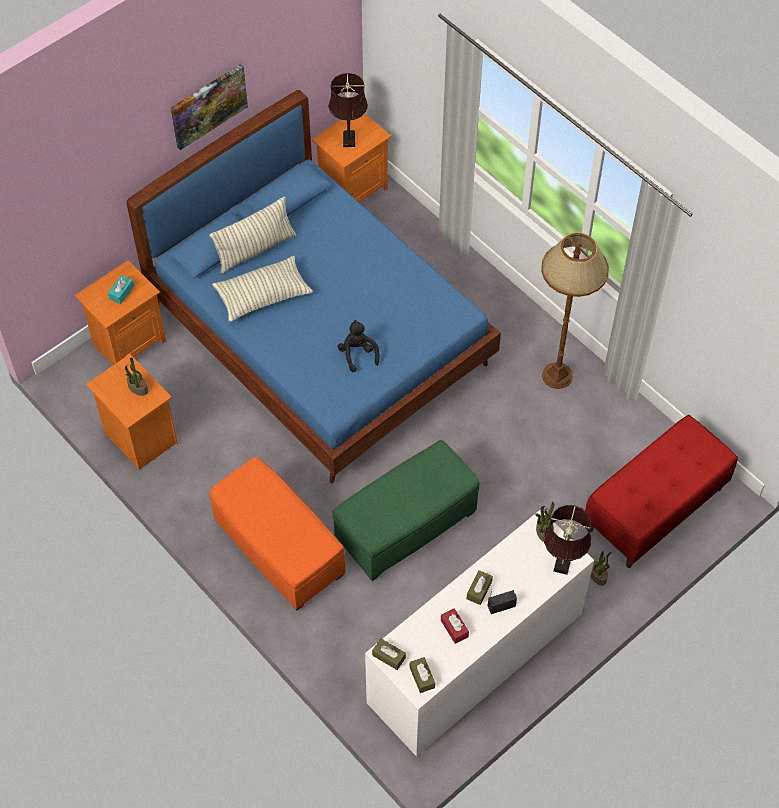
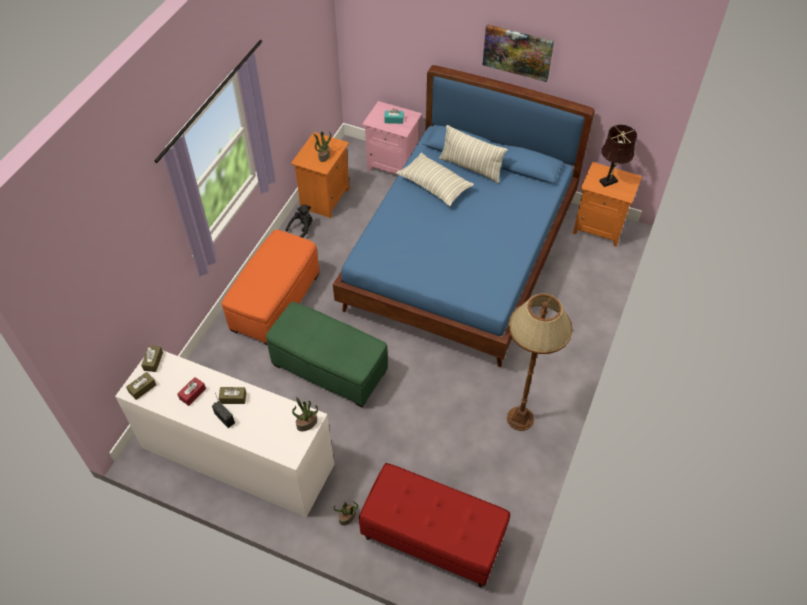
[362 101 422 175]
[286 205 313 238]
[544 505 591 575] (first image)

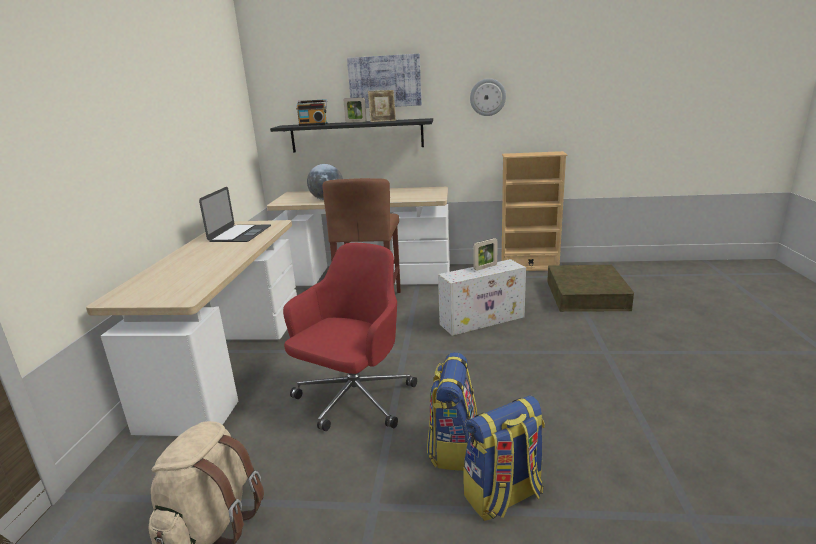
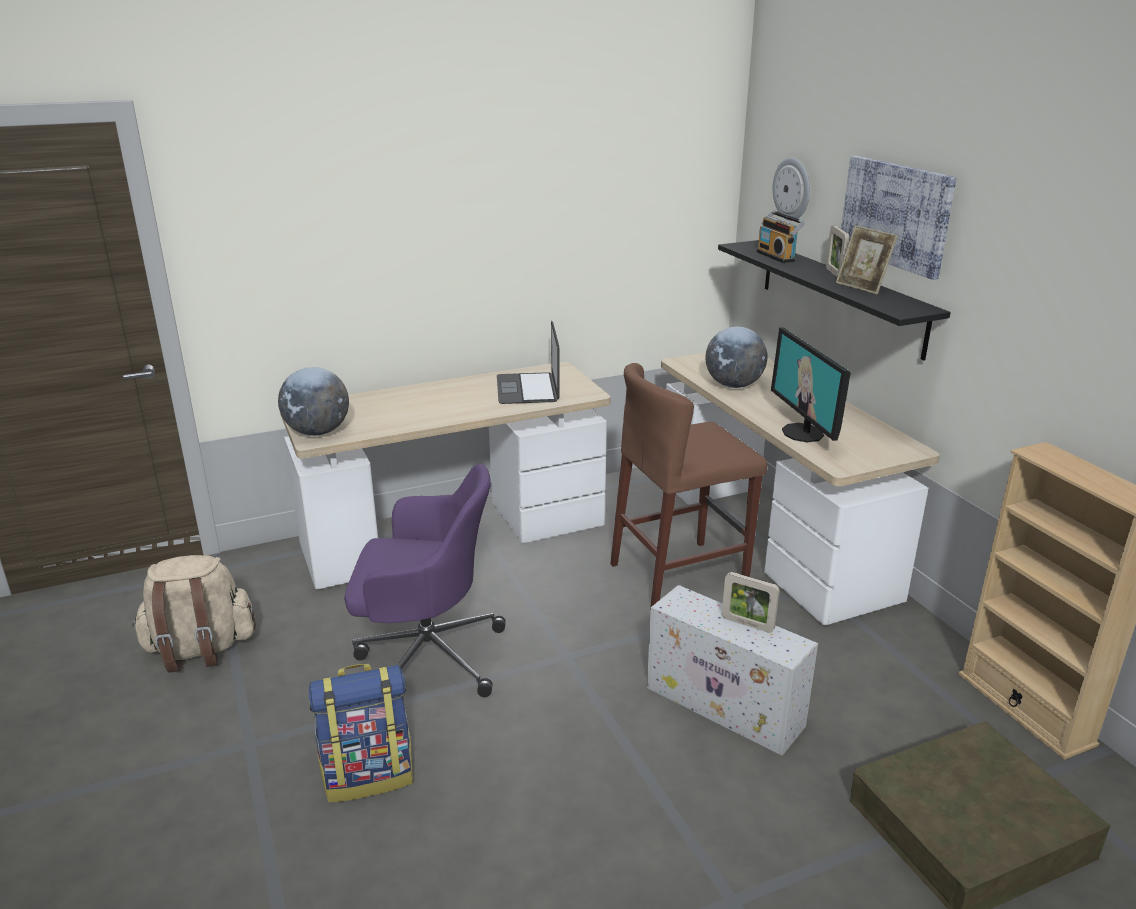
[497 321 560 404]
[344 464 506 697]
[463 396 545 521] (first image)
[773 158 810 221]
[278 367 349 436]
[771 327 851 442]

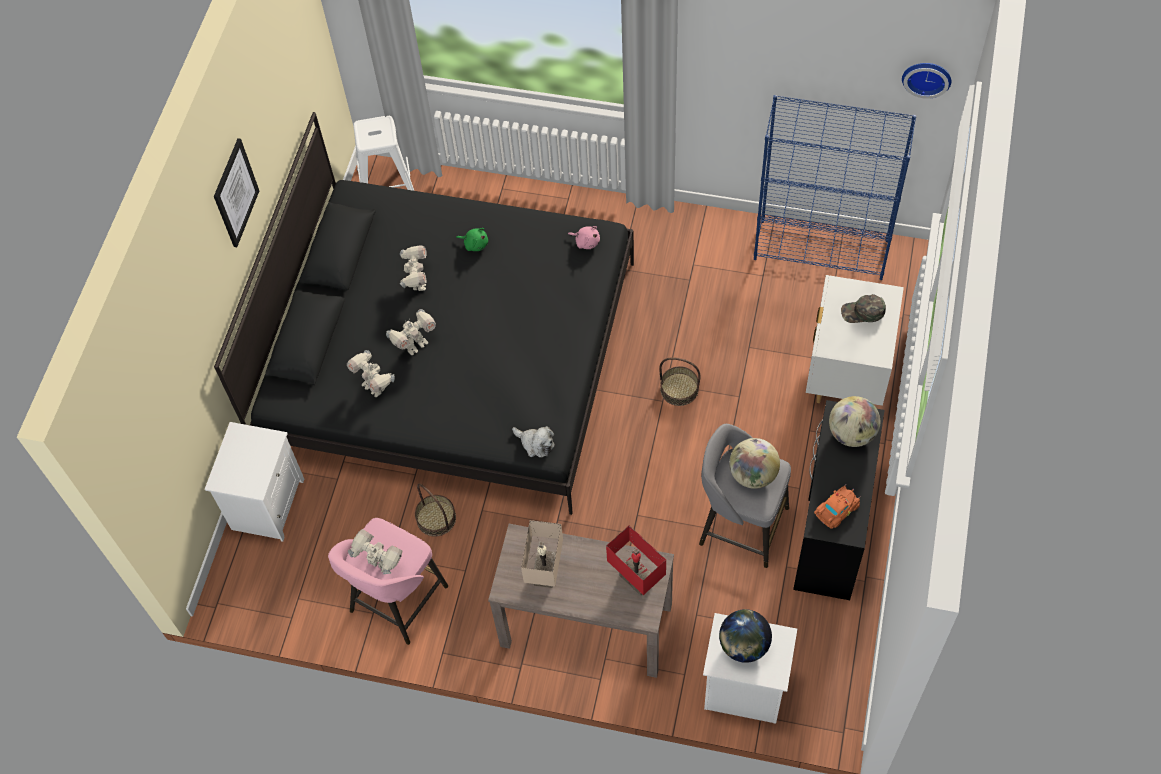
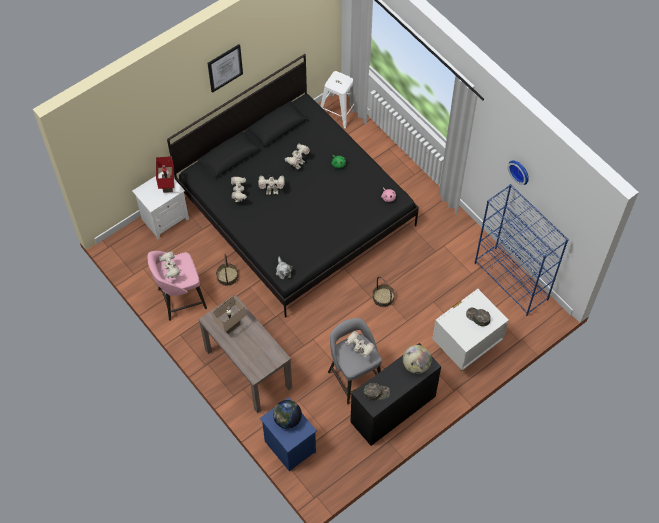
[156 156 174 193]
[260 397 317 471]
[345 331 375 357]
[363 383 390 400]
[508 160 529 185]

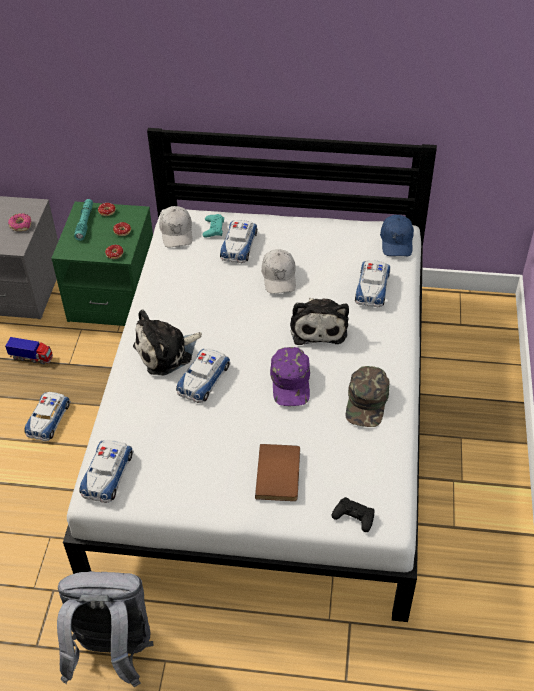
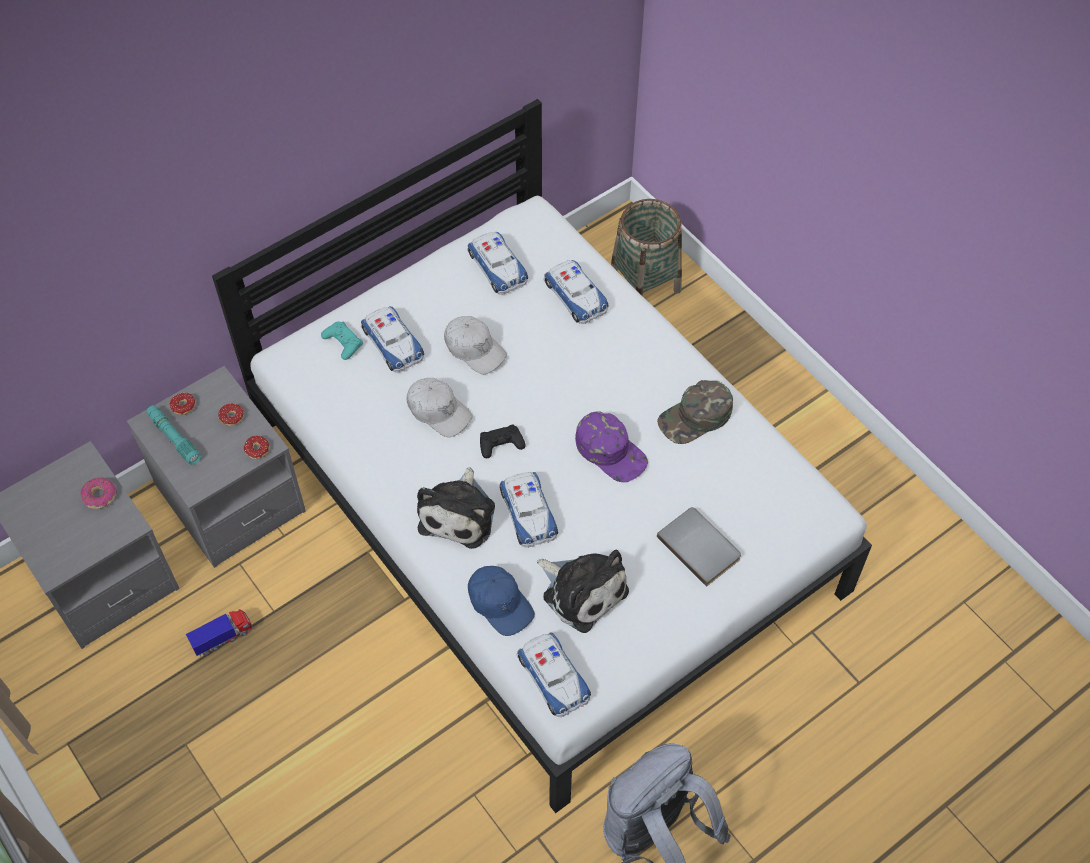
[467 232 528 294]
[127 366 306 568]
[407 378 473 437]
[657 507 741 587]
[537 549 629 633]
[480 424 526 458]
[657 380 733 444]
[468 566 535 636]
[611 199 682 296]

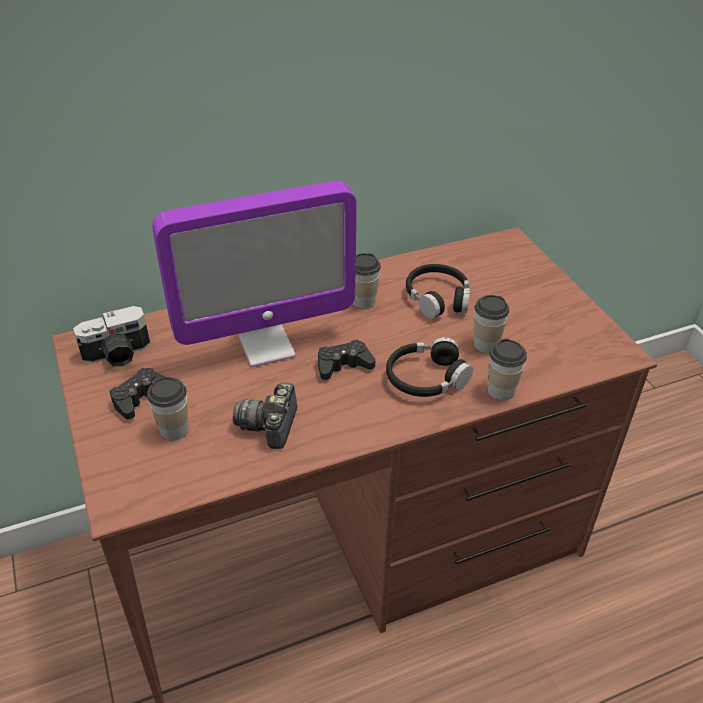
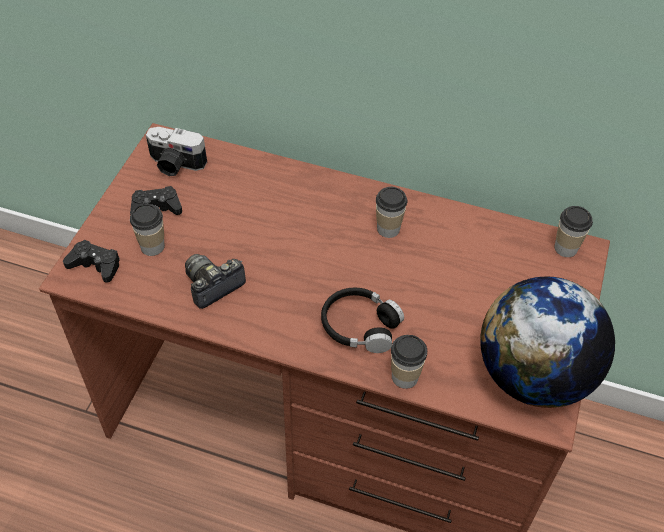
[152 180 357 367] (first image)
[63 240 120 282]
[406 264 470 319] (first image)
[554 206 593 257]
[480 276 615 408]

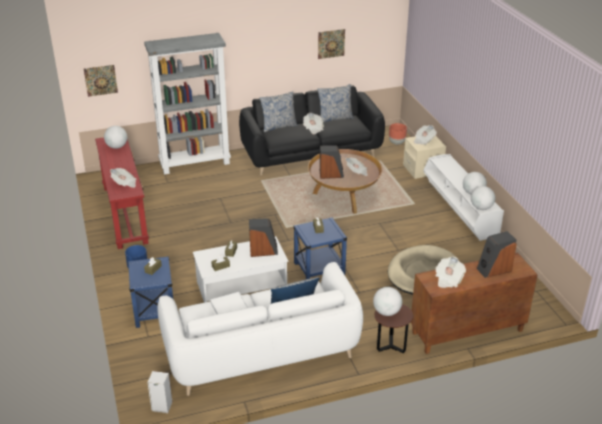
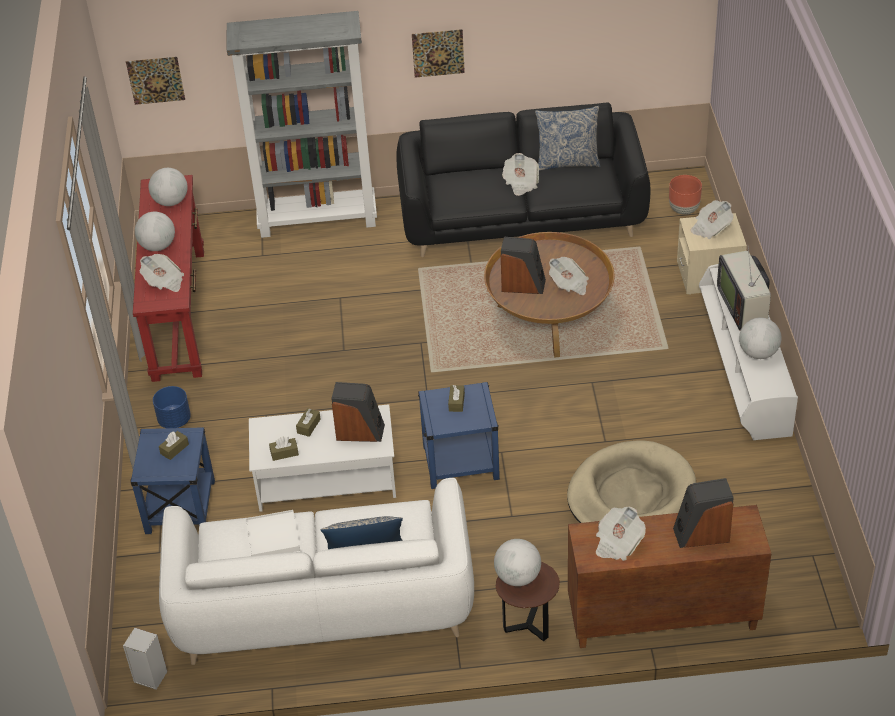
[259 91 298 132] (first image)
[412 29 465 78]
[135 212 175 251]
[717 248 771 330]

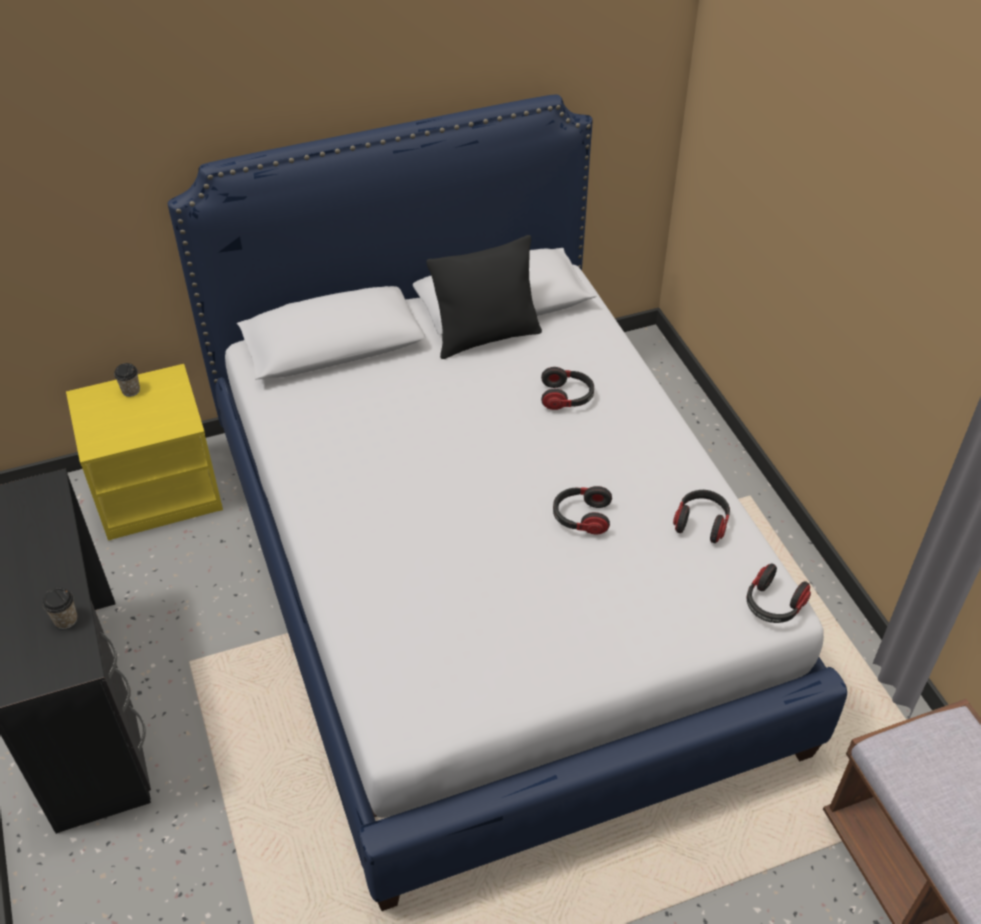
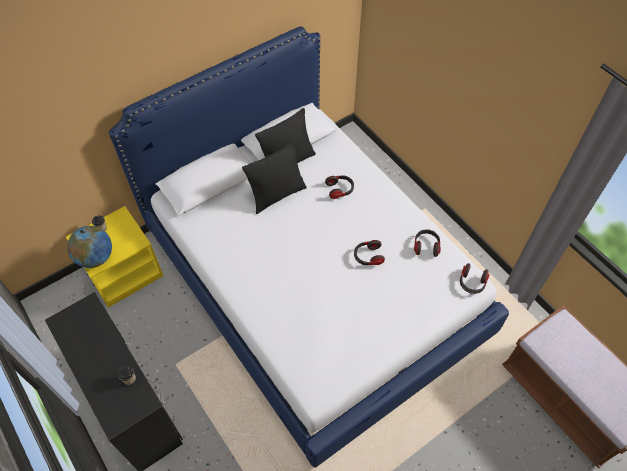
[67 226 112 268]
[242 141 307 214]

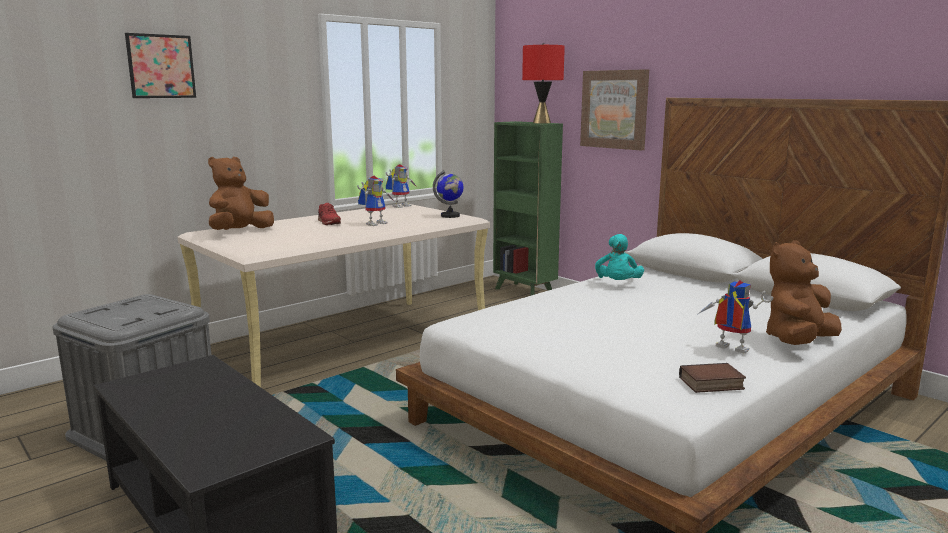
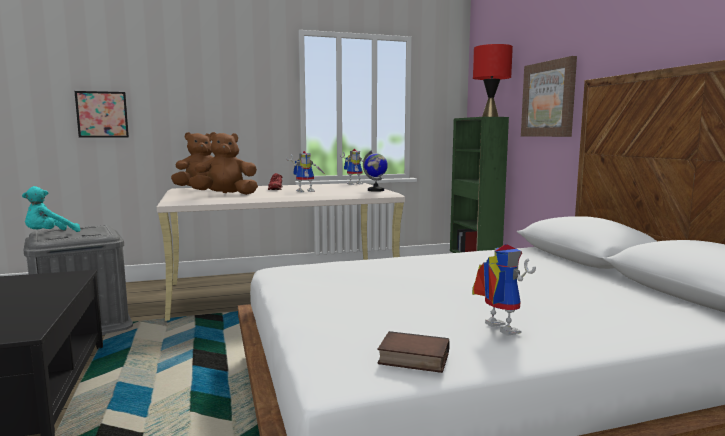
[75 91 129 137]
[22 186 81 232]
[189 132 258 195]

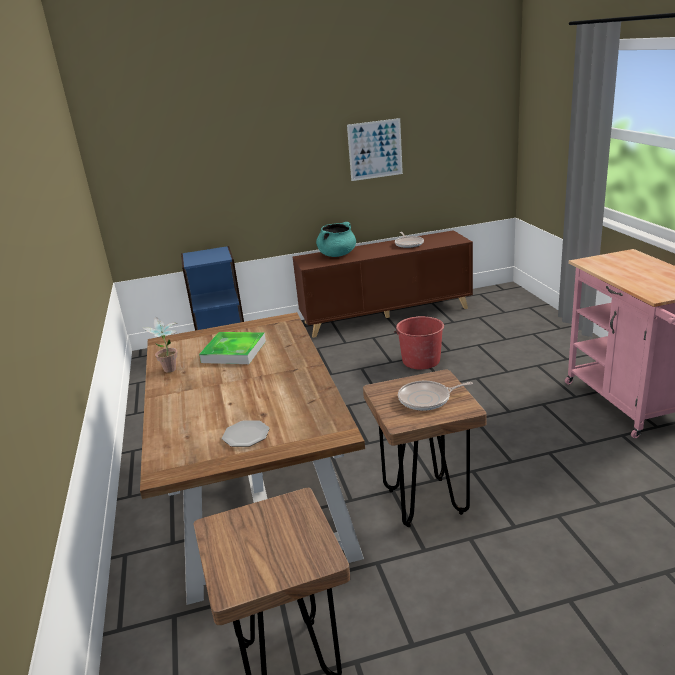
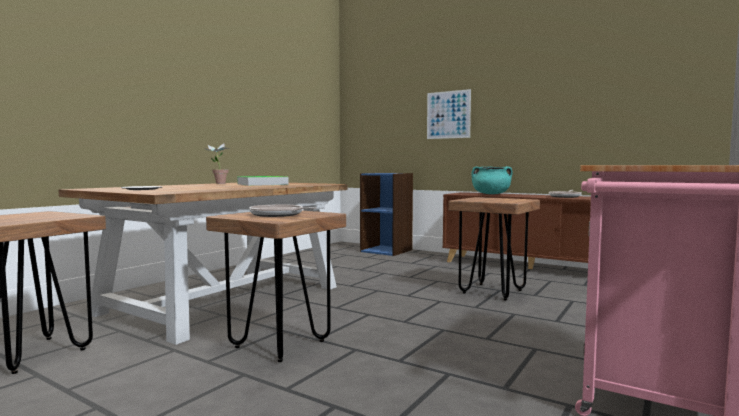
[427 89 471 139]
[448 197 540 301]

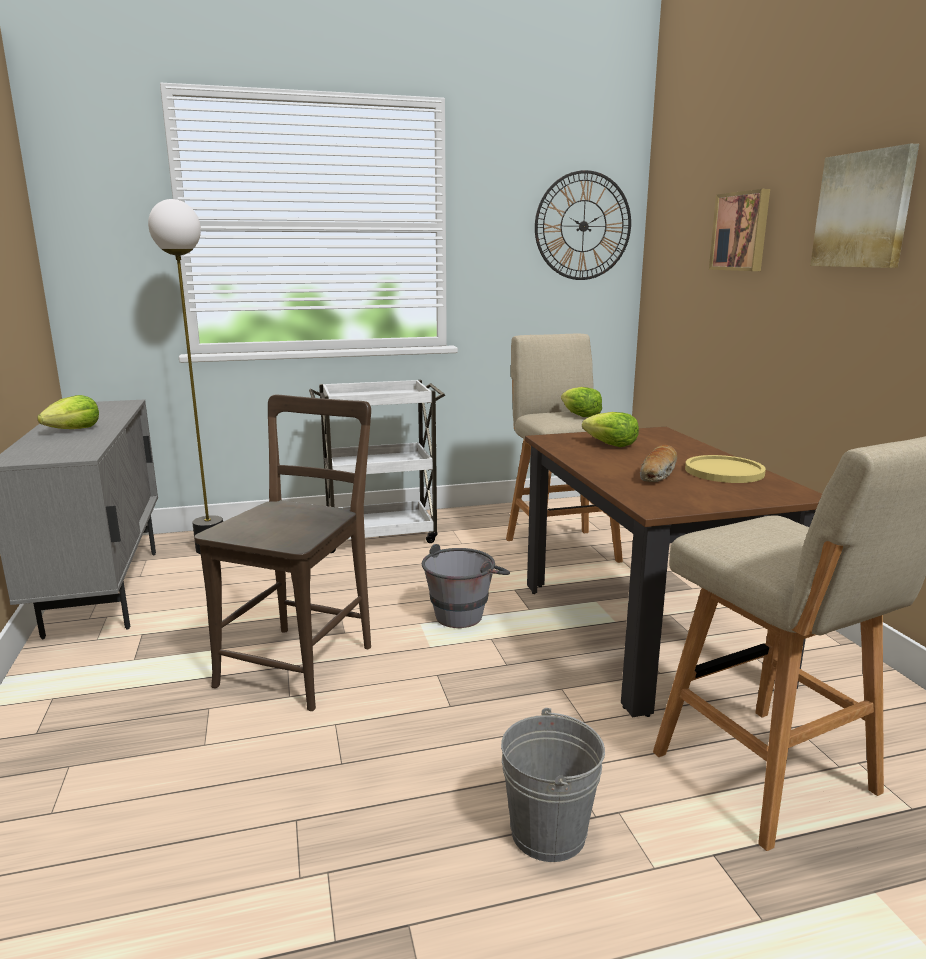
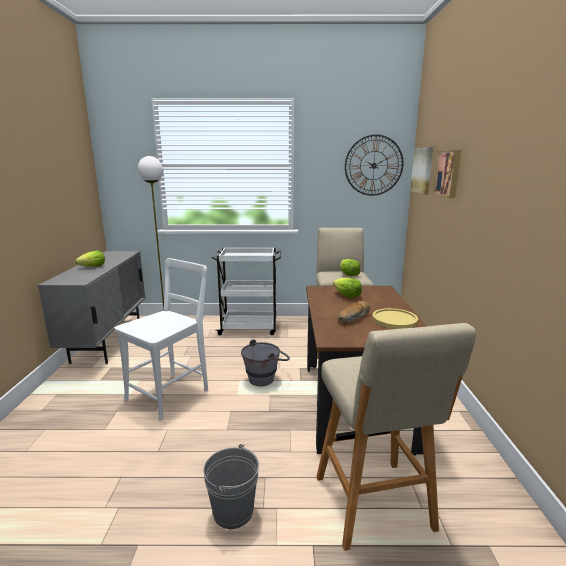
[115 258 208 421]
[410 147 433 194]

